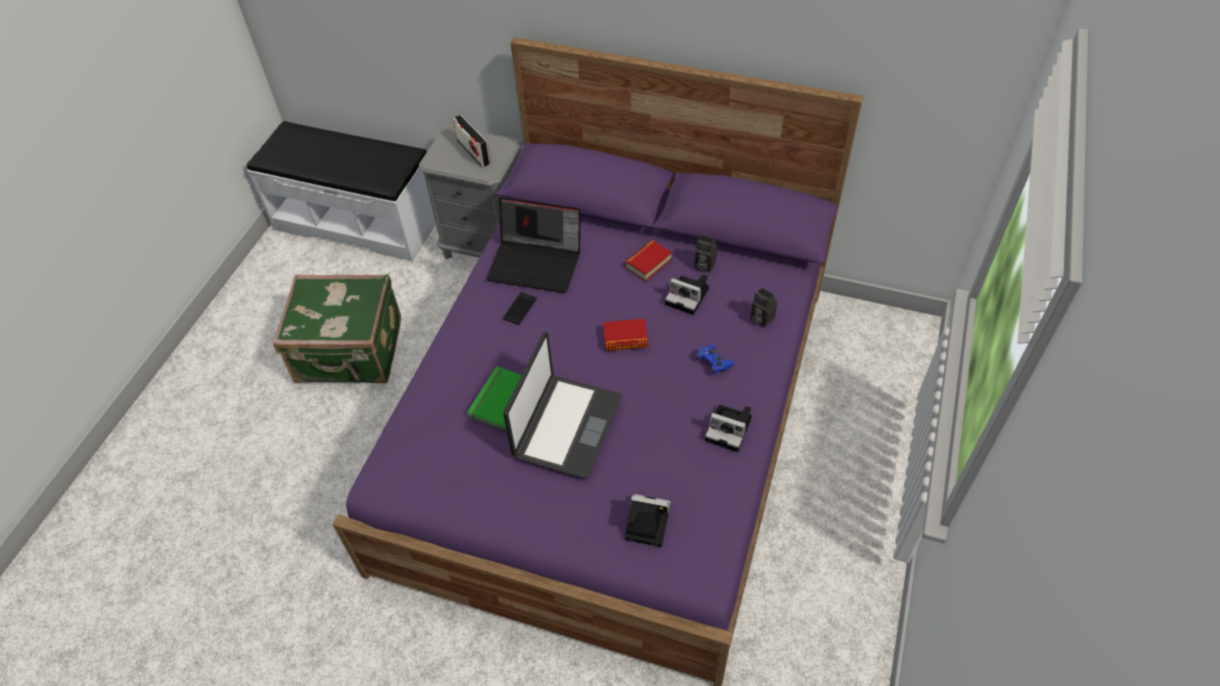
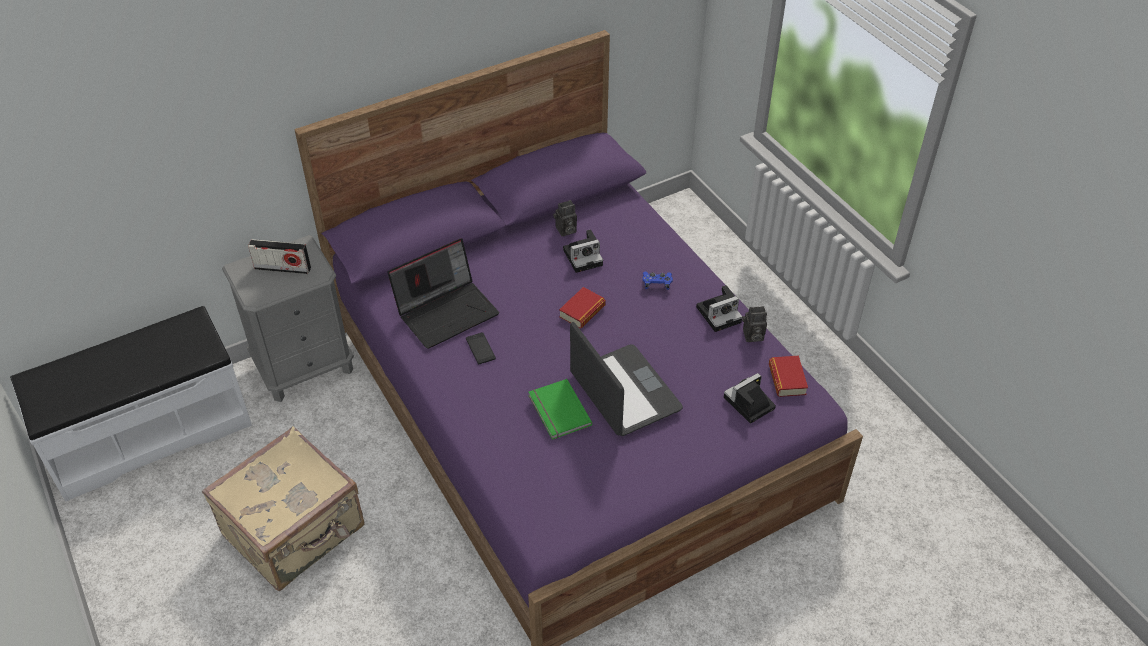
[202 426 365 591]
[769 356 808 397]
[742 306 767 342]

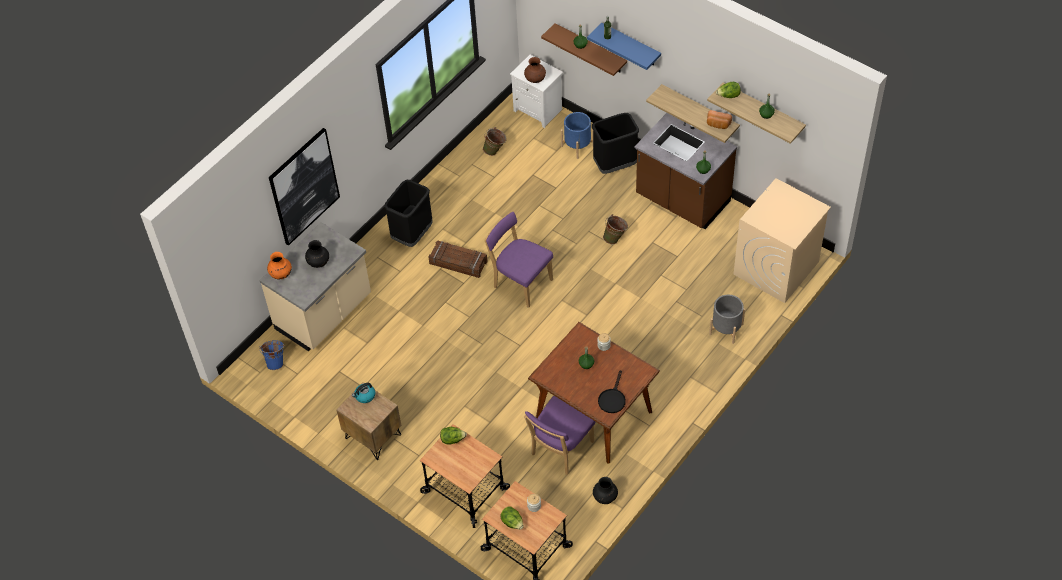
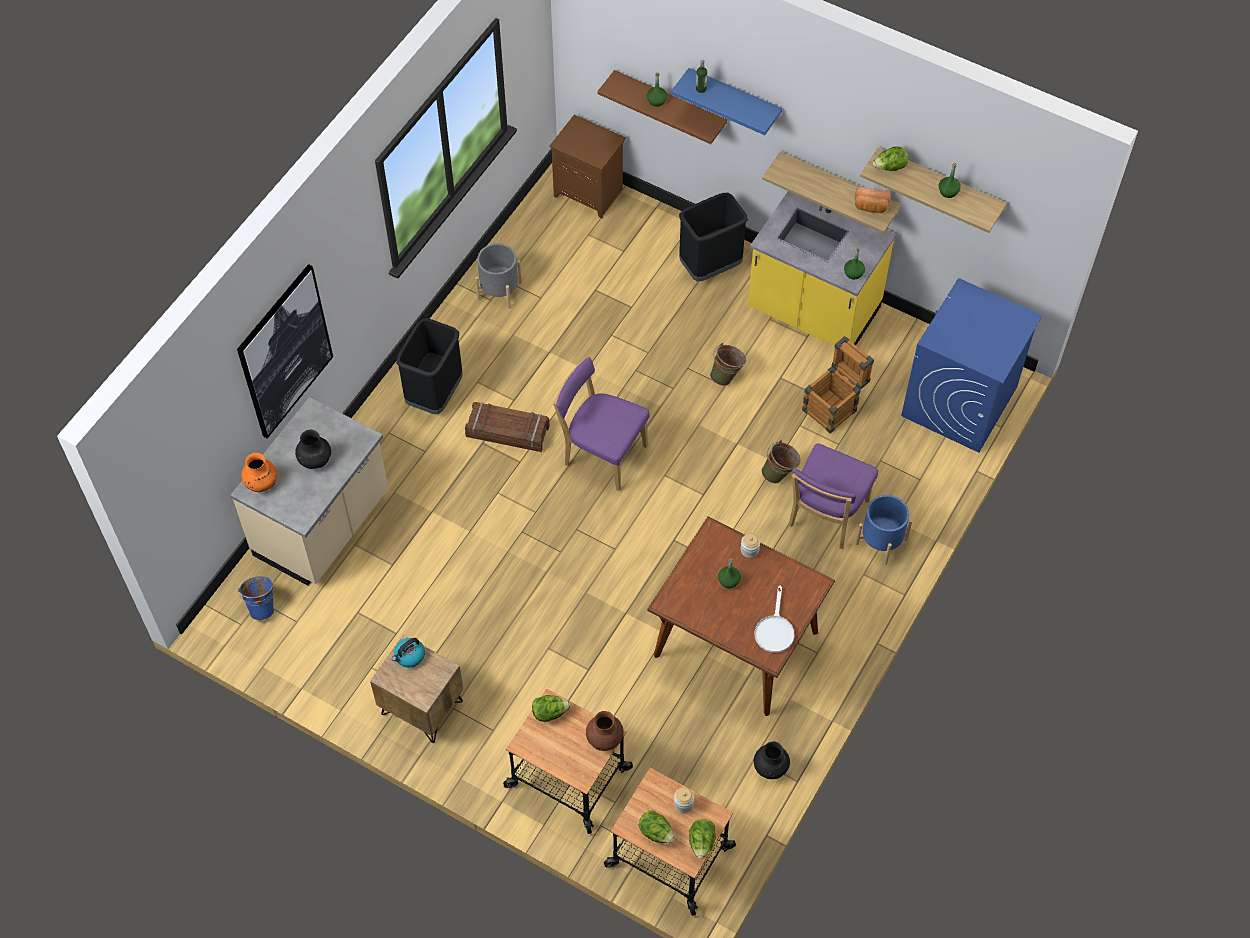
[762 440 800 484]
[550 115 626 219]
[586 711 624 751]
[788 443 878 549]
[855 495 912 565]
[754 586 795 653]
[748 191 896 346]
[475 243 522 309]
[901 278 1043 453]
[689 819 716 859]
[802 336 874 433]

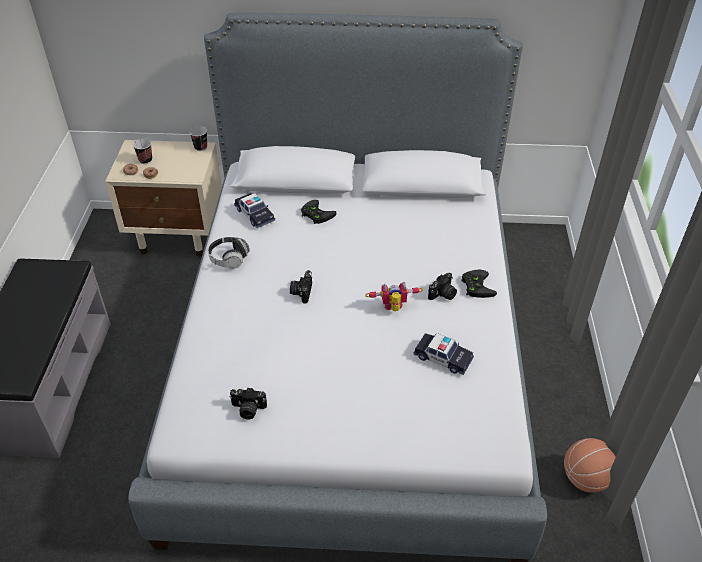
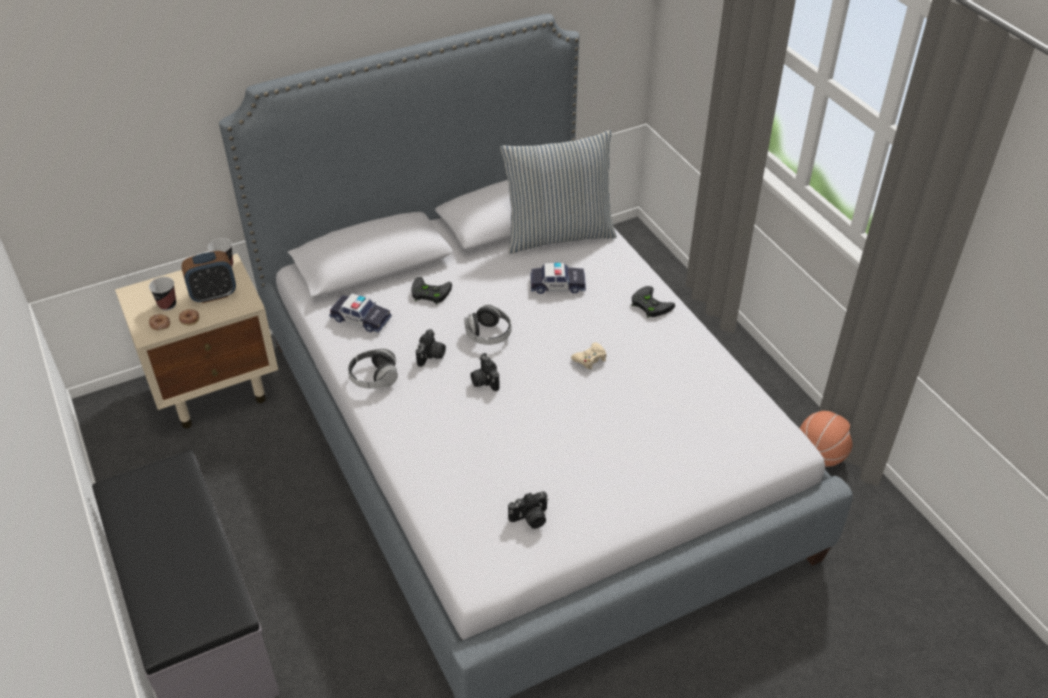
[571 342 607 370]
[531 263 586 294]
[416 329 446 367]
[182 251 236 303]
[464 304 512 345]
[500 130 617 254]

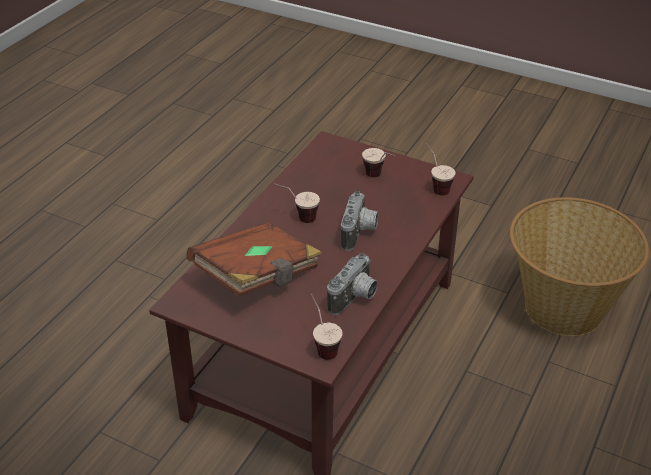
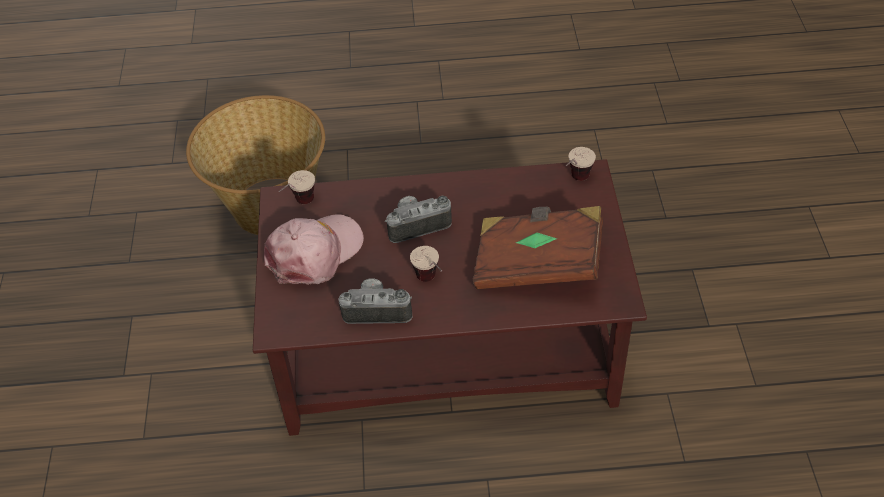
[338 278 412 324]
[264 214 364 285]

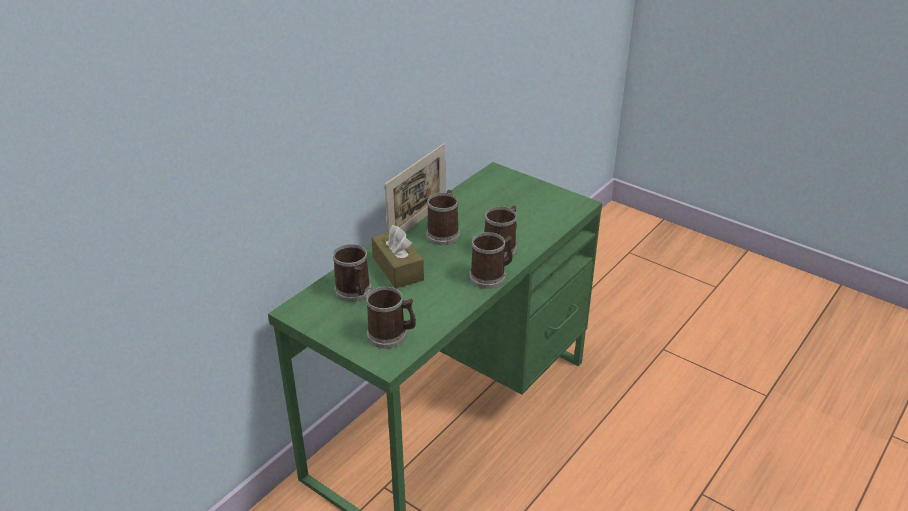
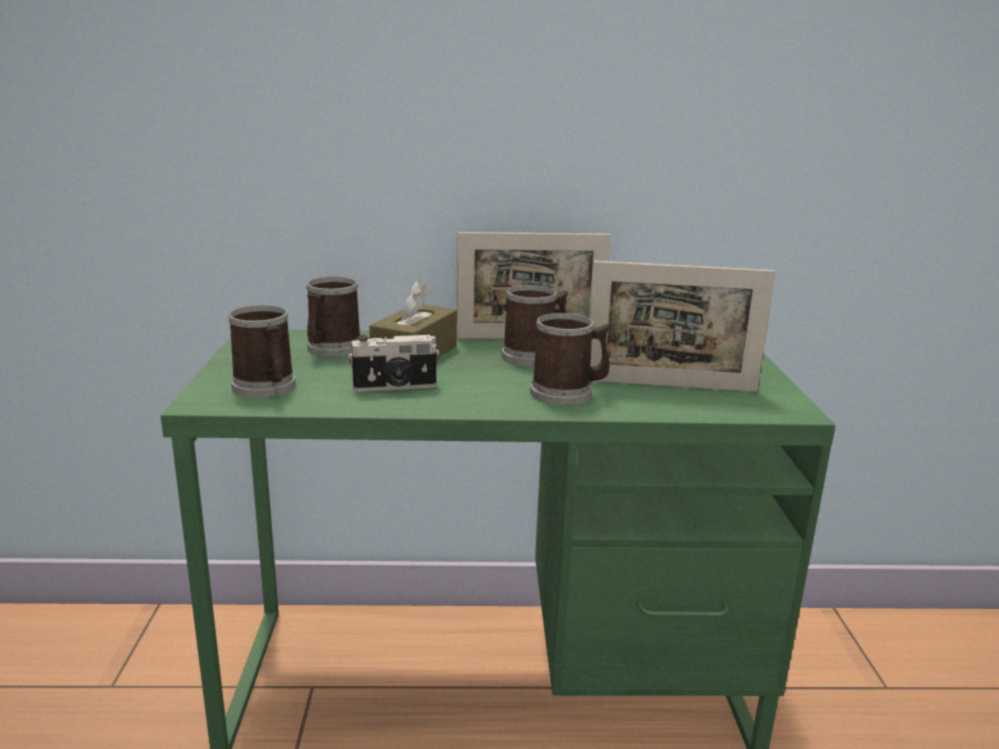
[470 232 513 289] (first image)
[348 335 440 392]
[589 261 776 392]

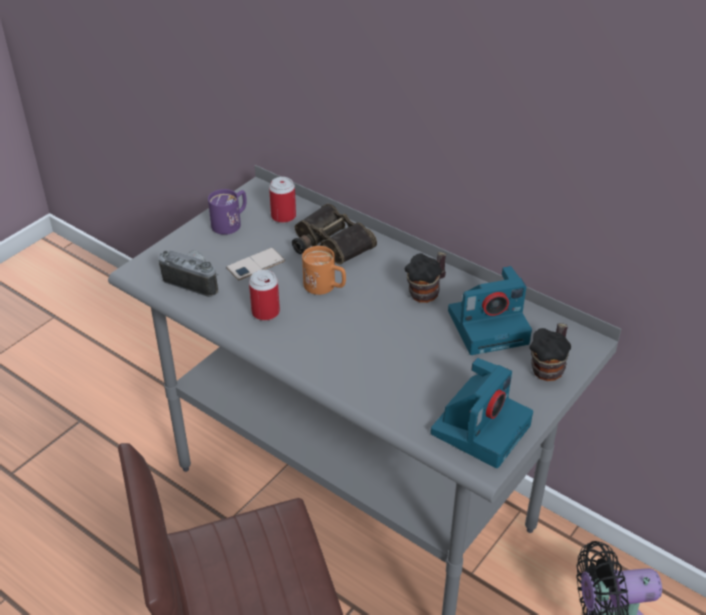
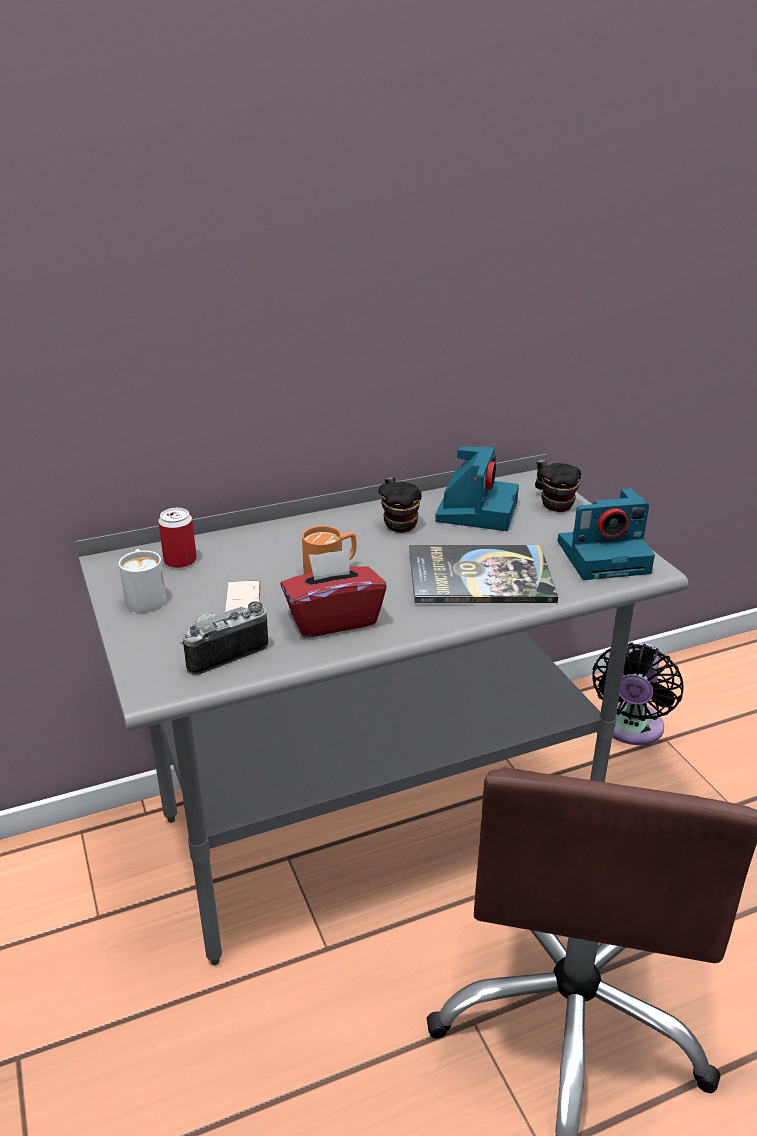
[119 549 166 613]
[280 549 387 637]
[292 203 377 265] (first image)
[558 488 655 580]
[409 545 558 603]

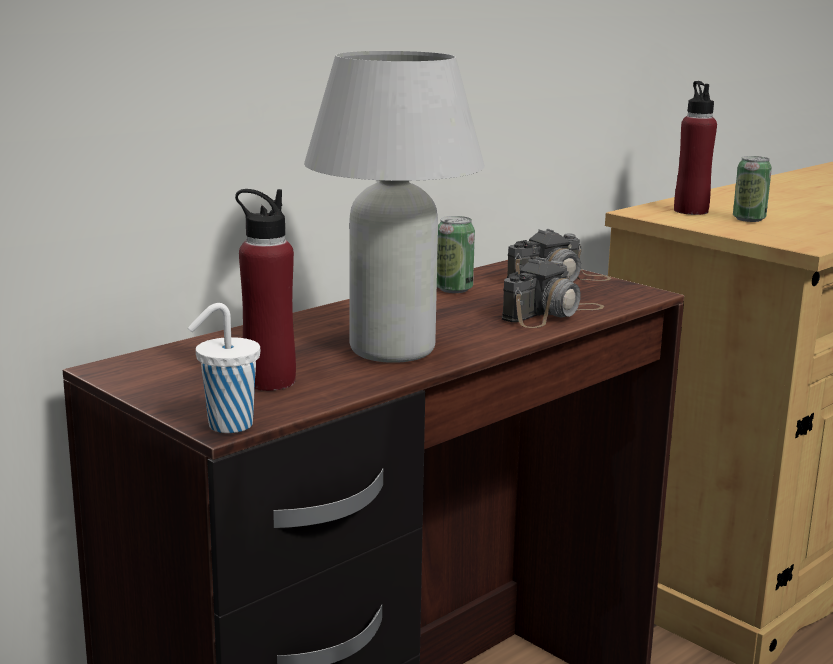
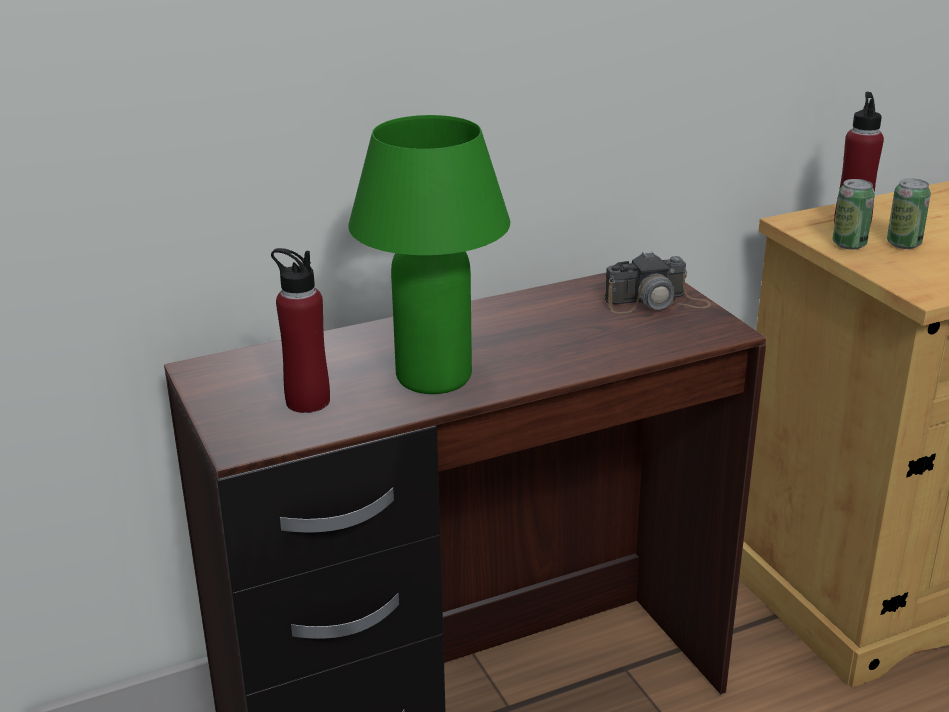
[188 303 260 433] (first image)
[348 115 510 394]
[832 179 875 250]
[502 257 604 328] (first image)

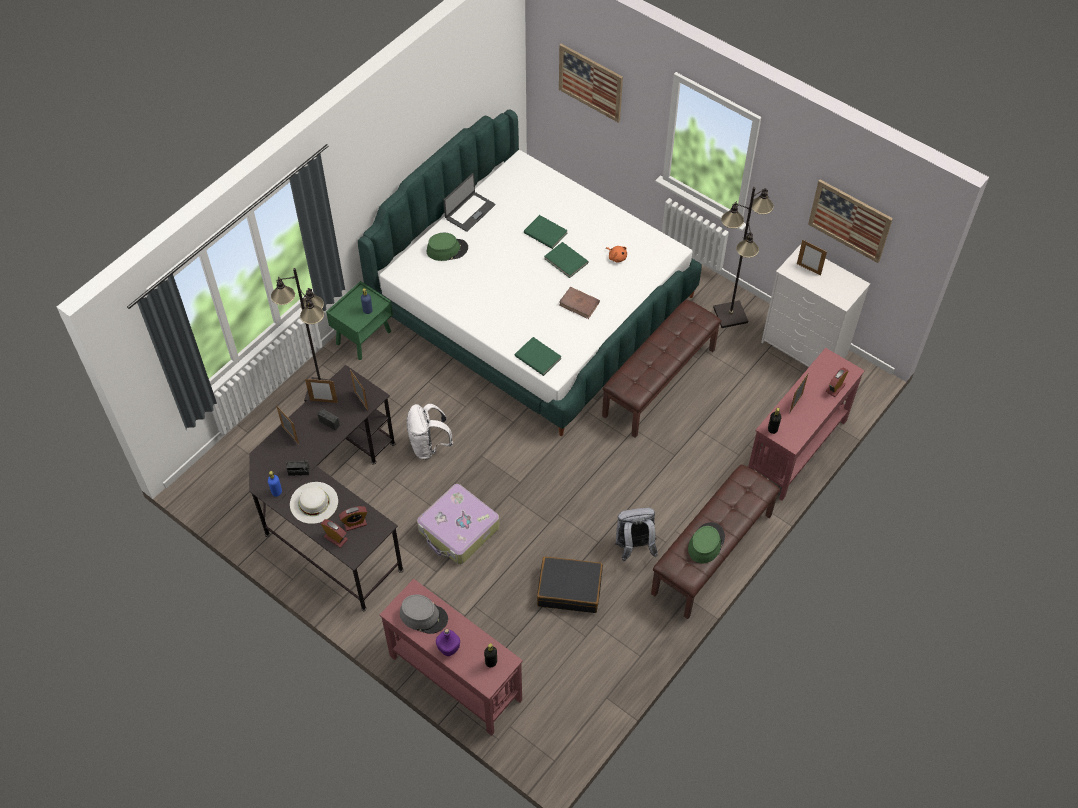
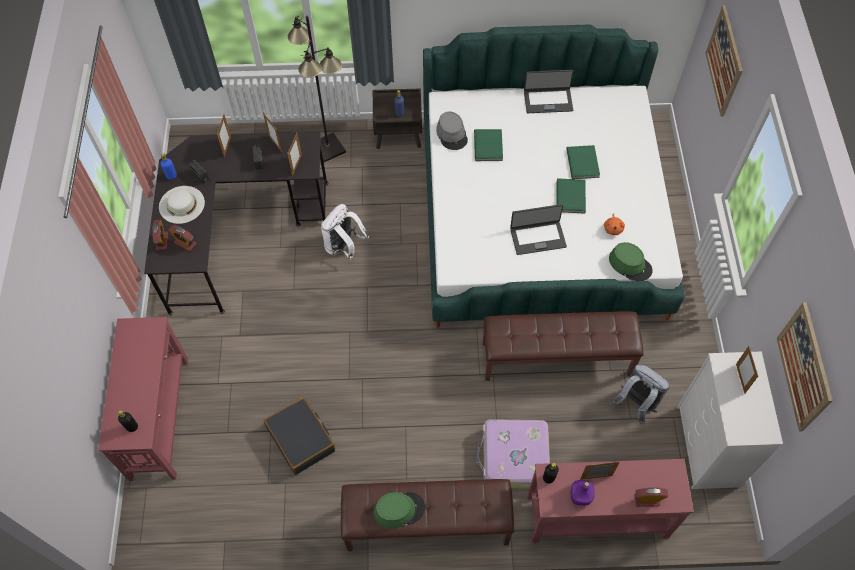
[373 88 422 149]
[436 111 468 150]
[477 419 550 489]
[609 242 652 281]
[571 480 595 506]
[474 129 503 161]
[510 204 567 255]
[612 365 670 424]
[713 187 774 328] (first image)

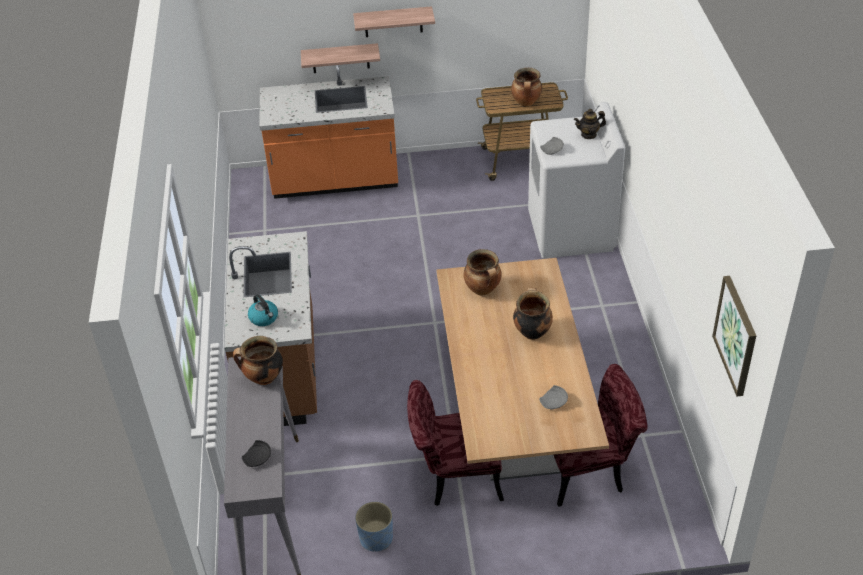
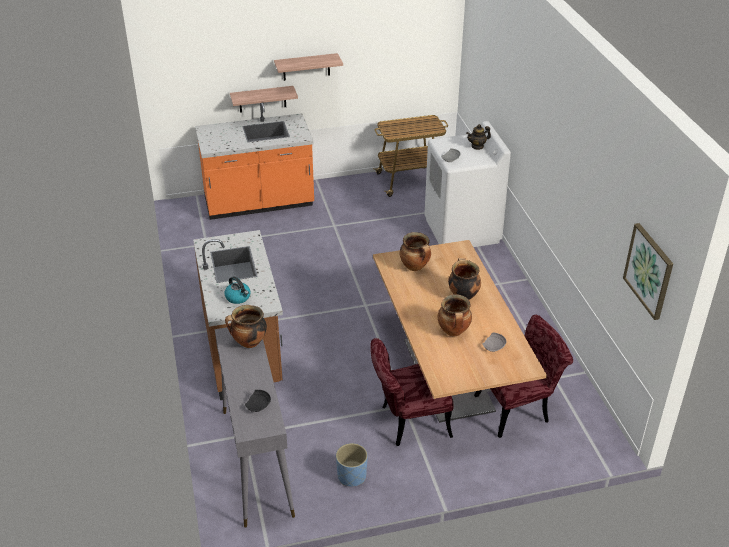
[438 294 472 336]

